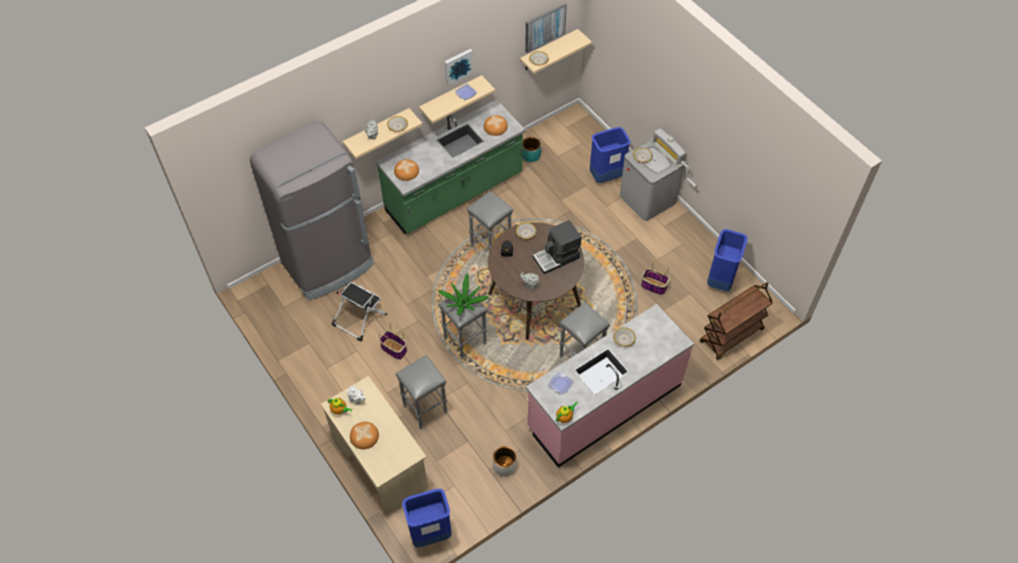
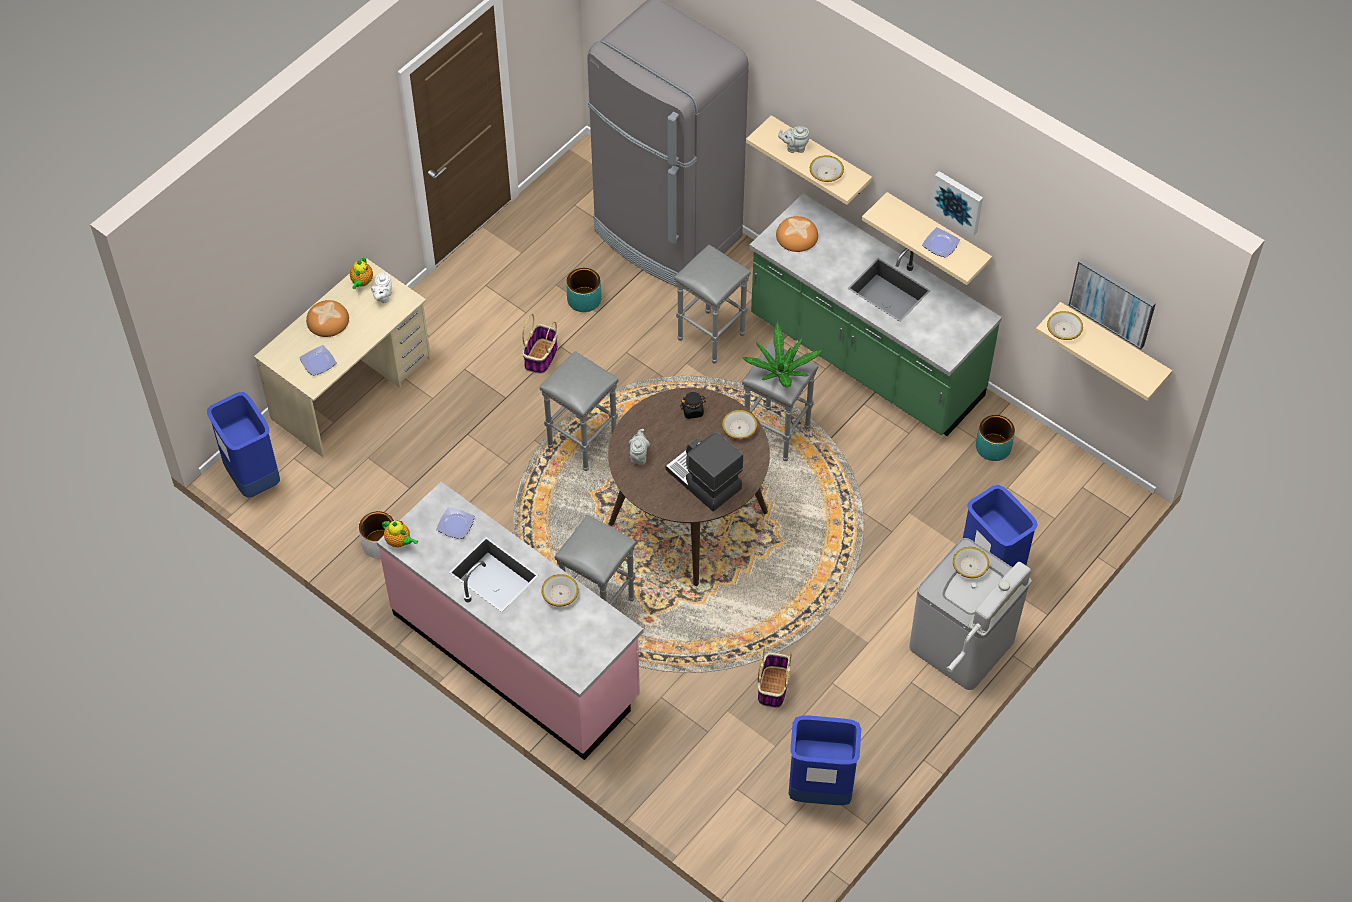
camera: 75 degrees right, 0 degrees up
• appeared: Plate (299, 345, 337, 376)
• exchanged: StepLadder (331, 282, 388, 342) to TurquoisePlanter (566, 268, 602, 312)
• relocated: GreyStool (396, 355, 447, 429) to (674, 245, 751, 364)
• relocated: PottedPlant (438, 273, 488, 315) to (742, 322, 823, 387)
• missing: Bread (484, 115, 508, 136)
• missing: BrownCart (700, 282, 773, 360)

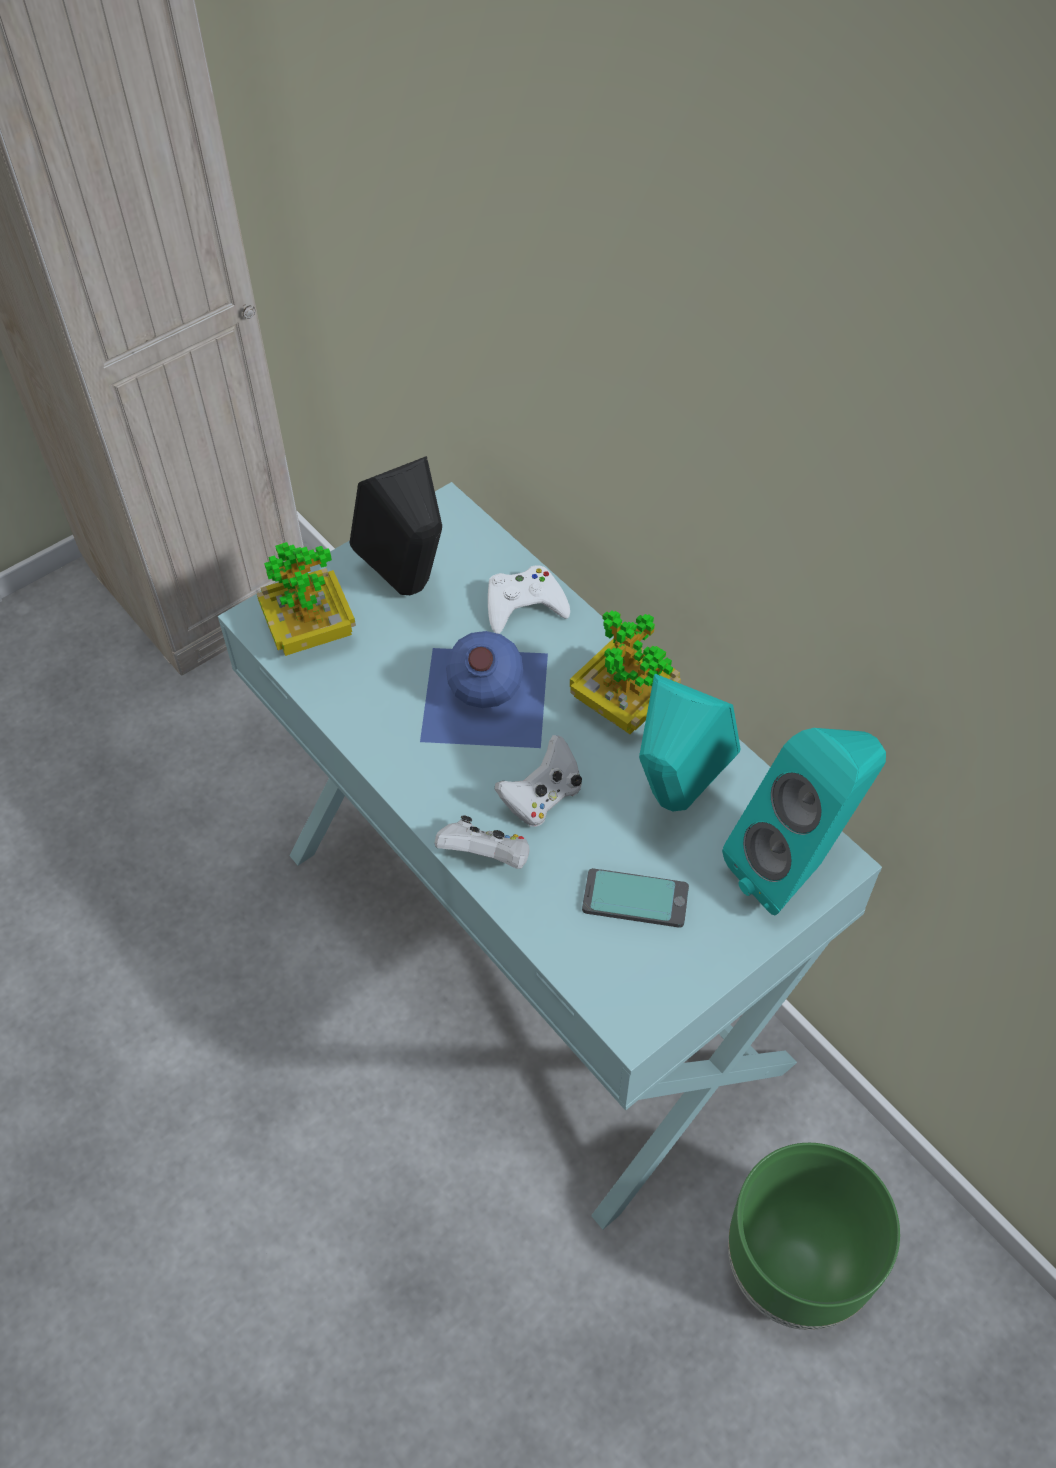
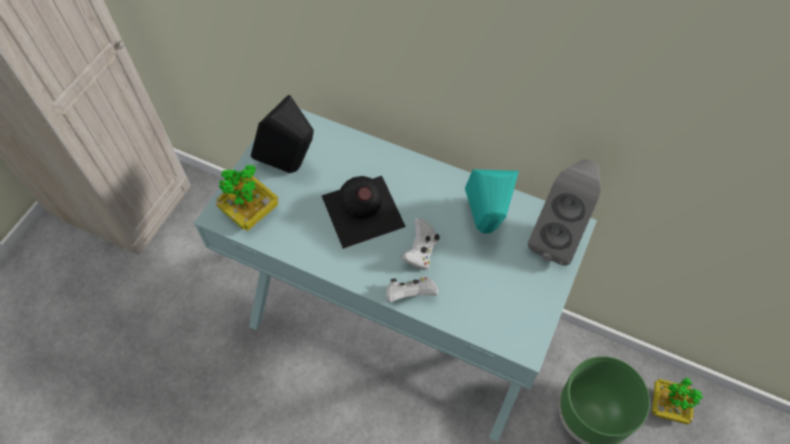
camera: 25 degrees left, 5 degrees up
• colour: BlueBottle (420, 631, 548, 748) to BlackBottle (322, 176, 406, 249)
• colour: TurquoiseSpeaker (722, 728, 886, 915) to GreySpeaker (528, 160, 600, 266)
• relocated: PottedPlant (570, 611, 681, 734) to (652, 377, 703, 425)
• missing: WhiteGameController (488, 565, 570, 634)
• missing: Phone (582, 868, 689, 928)

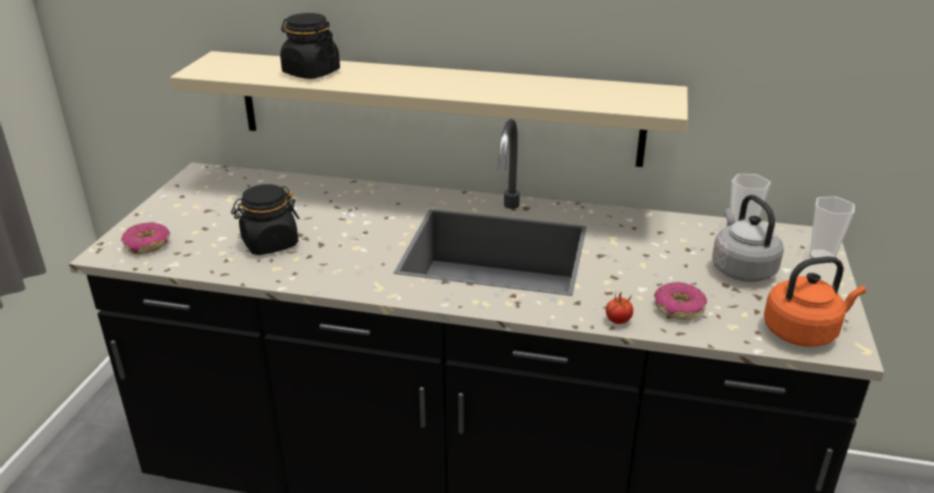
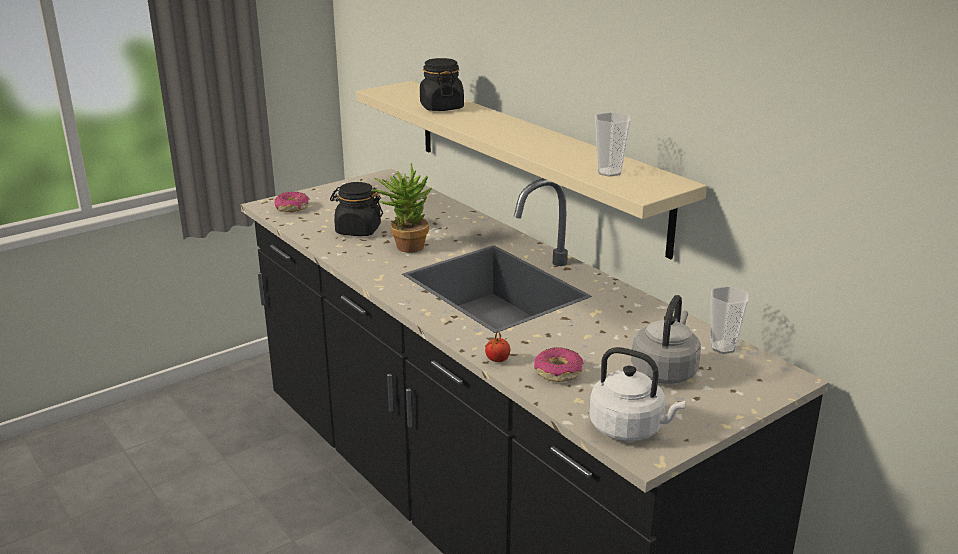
camera: 40 degrees right, 5 degrees down
• appeared: PottedPlant (371, 163, 432, 253)
• colour: OrangeKettle (764, 256, 866, 347) to WhiteKettle (589, 347, 685, 441)
• relocated: Cup (809, 196, 855, 258) to (595, 112, 631, 177)

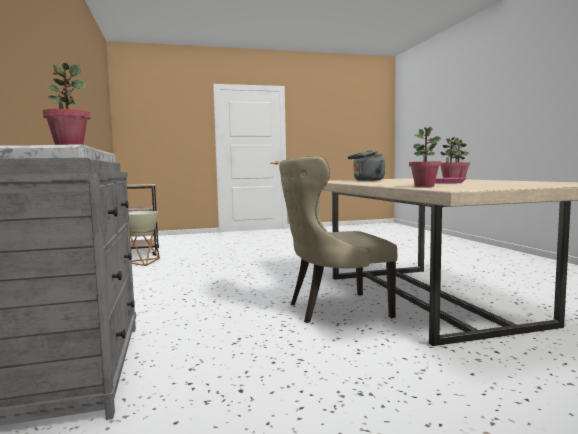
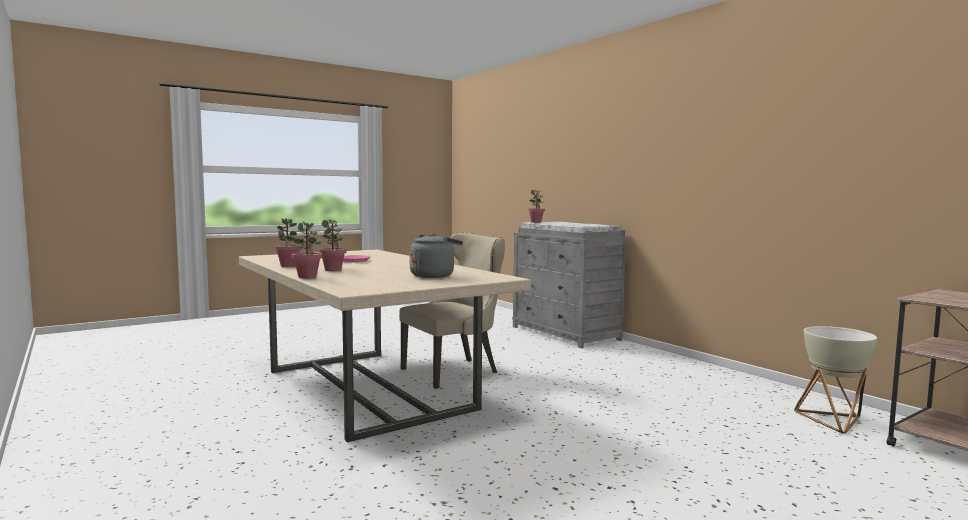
camera: 160 degrees right, 0 degrees up
• relocated: PottedPlant (409, 127, 441, 187) to (275, 218, 302, 267)

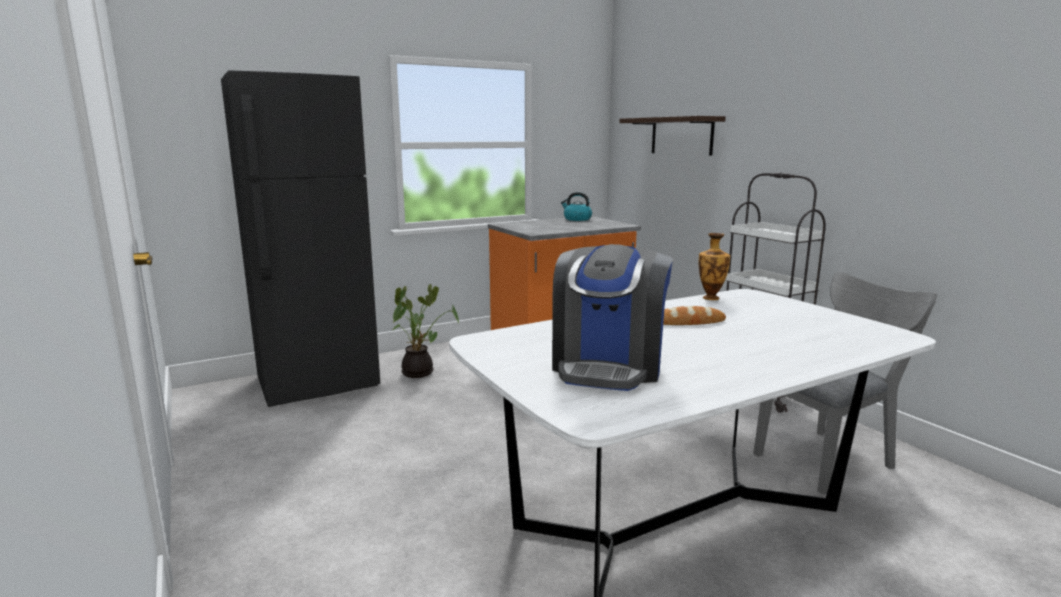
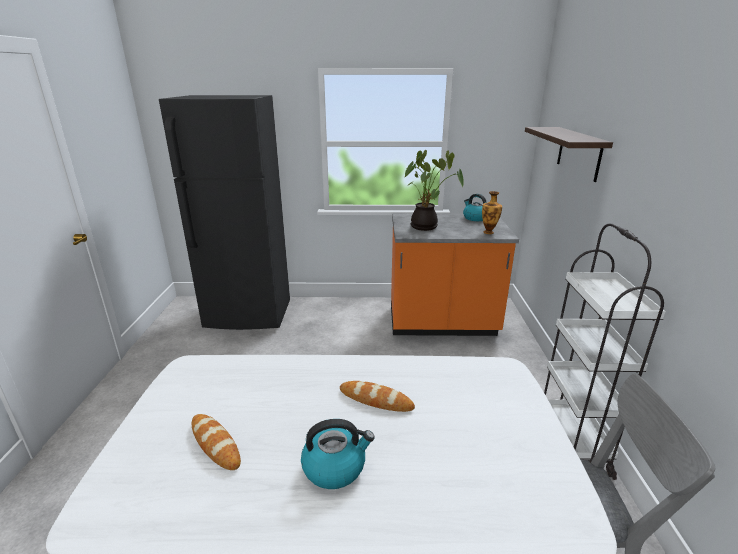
camera: 30 degrees right, 10 degrees up
• exchanged: CoffeeMachine (552, 244, 673, 391) to Bread (192, 414, 241, 470)
• appeared: Kettle (301, 419, 375, 489)
• relocated: PottedPlant (393, 284, 459, 378) to (404, 150, 464, 231)
• relocated: Vase (699, 233, 730, 300) to (482, 191, 502, 234)

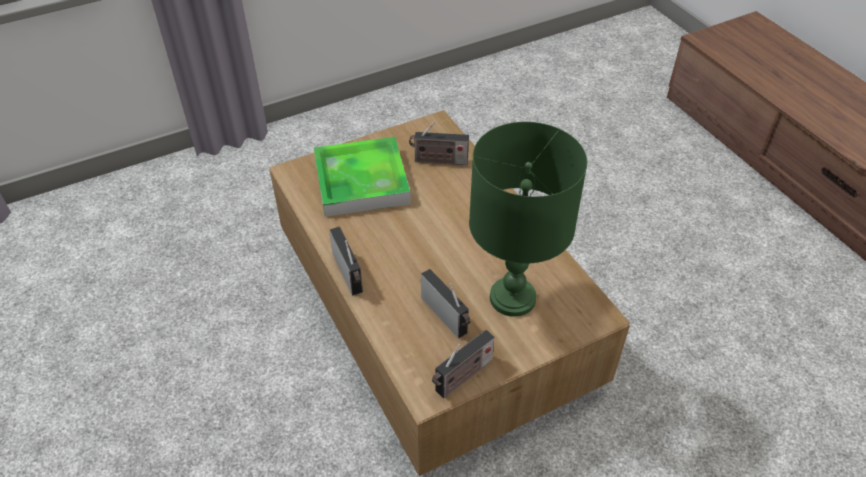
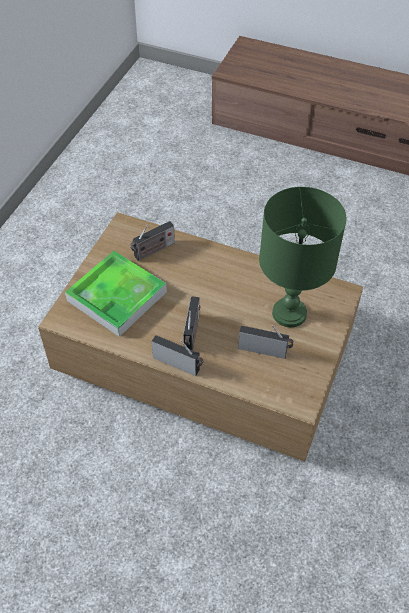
camera: 40 degrees left, 5 degrees up
• relocated: Radio (432, 330, 494, 398) to (183, 296, 200, 350)

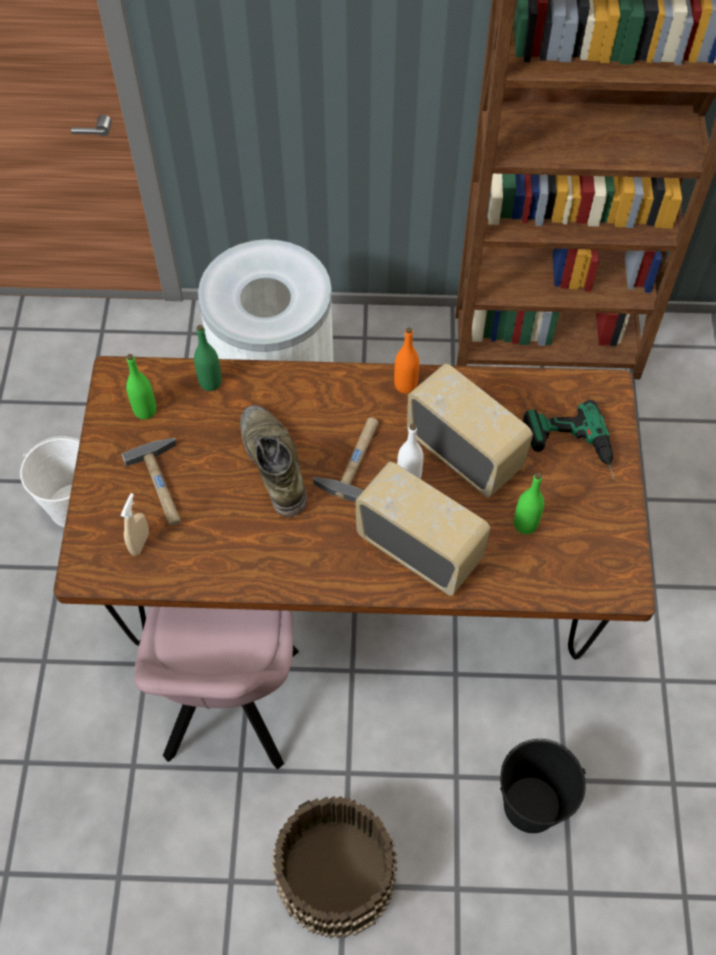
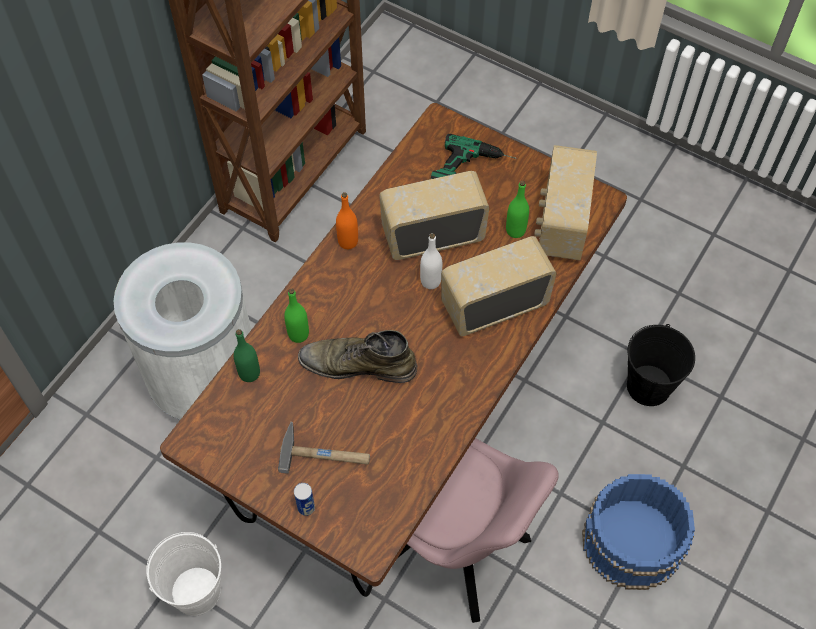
camera: 60 degrees left, 0 degrees up
• relocated: GreenBottle (126, 354, 156, 419) to (284, 289, 309, 343)
• appeared: Can (294, 483, 315, 516)
• appeared: Radio (534, 145, 597, 260)
• colour: BrownBucket (272, 796, 398, 939) to BlueBucket (582, 474, 695, 590)
• missing: BeigeSprayBottle (121, 493, 149, 556)
• missing: Hammer (313, 418, 379, 502)

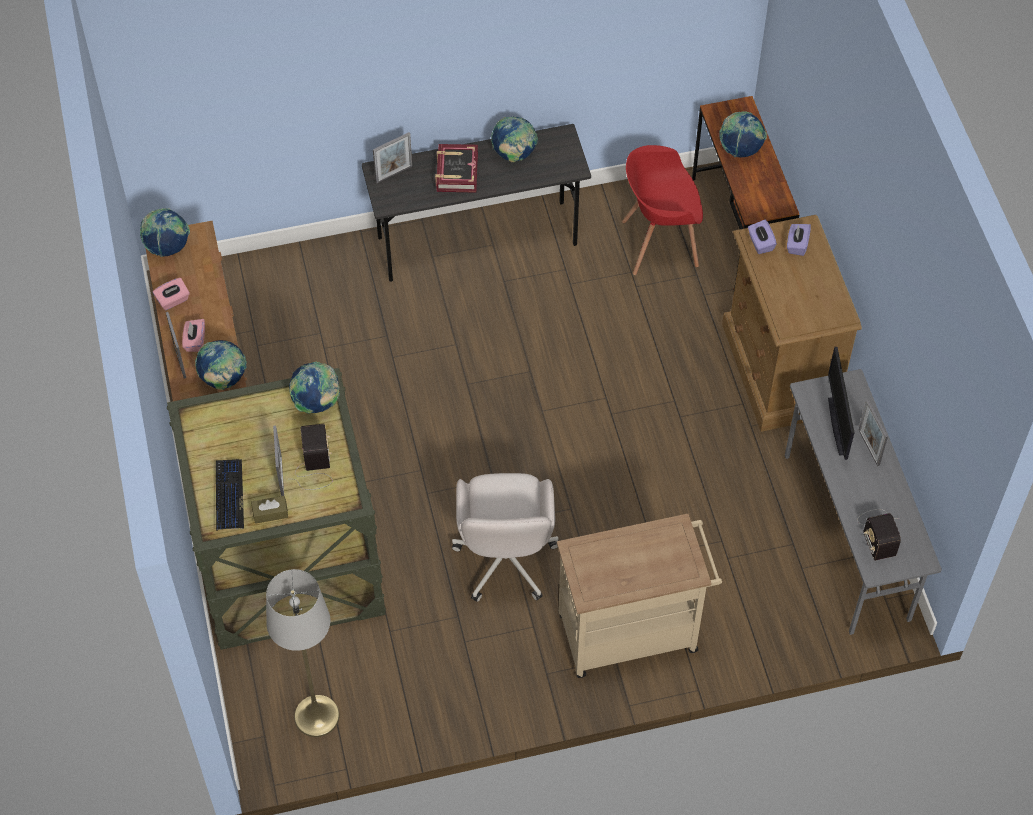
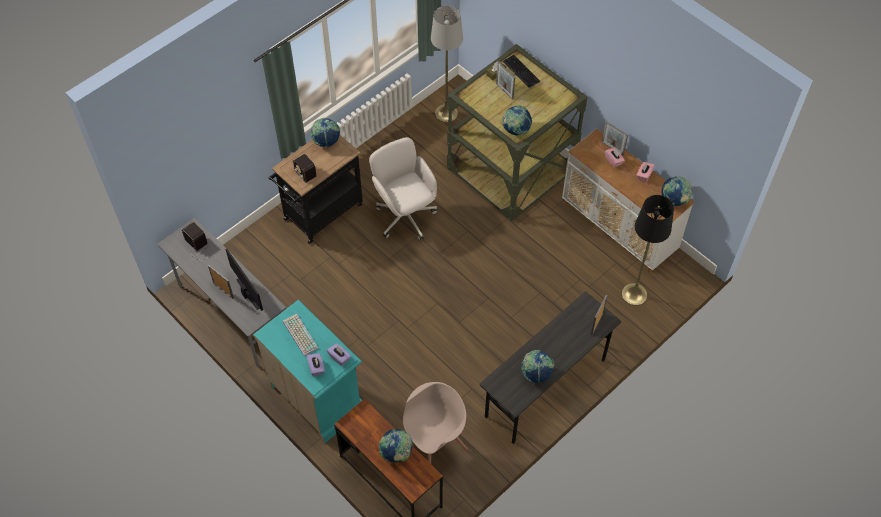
camera: 150 degrees right, 0 degrees up
• colour: BrownDresser (722, 215, 862, 432) to TurquoiseDresser (253, 300, 362, 444)
• colour: BeigeCart (557, 514, 722, 678) to BlackCart (269, 135, 363, 244)
• appeared: Keyboard (283, 314, 319, 356)
• relocated: Radio (294, 424, 333, 490) to (289, 154, 317, 183)
• relocated: Globe (195, 340, 247, 390) to (311, 118, 340, 148)
• colour: RedChair (622, 145, 703, 275) to BeigeChair (403, 382, 468, 464)
• appeared: BlackFloorLamp (621, 195, 674, 306)
• missing: Book (435, 144, 478, 193)

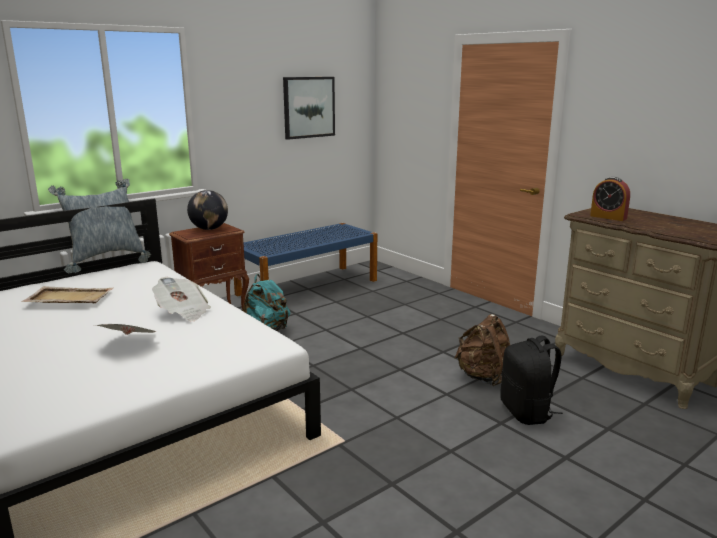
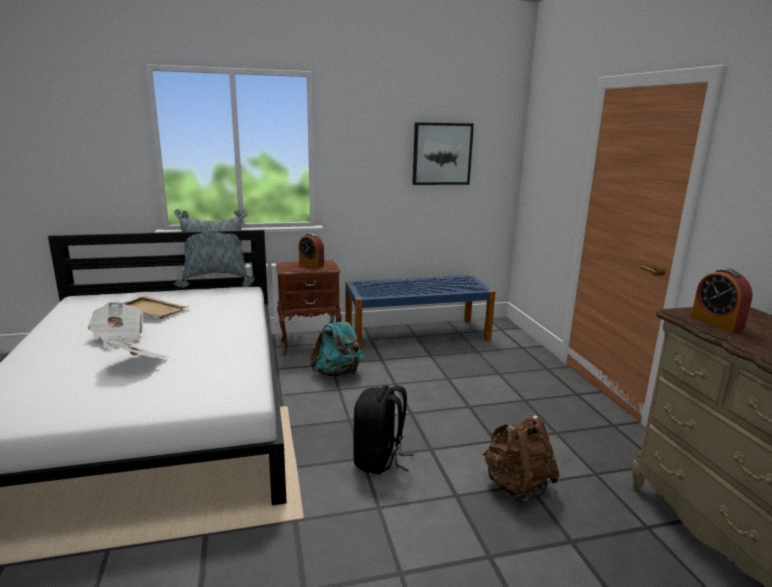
camera: 25 degrees right, 0 degrees up
• relocated: Newspaper (152, 277, 211, 321) to (88, 301, 144, 349)
• exchanged: Globe (187, 190, 228, 230) to AlarmClock (299, 233, 324, 268)
• relocated: BlackBackpack (500, 336, 563, 425) to (353, 385, 414, 474)

